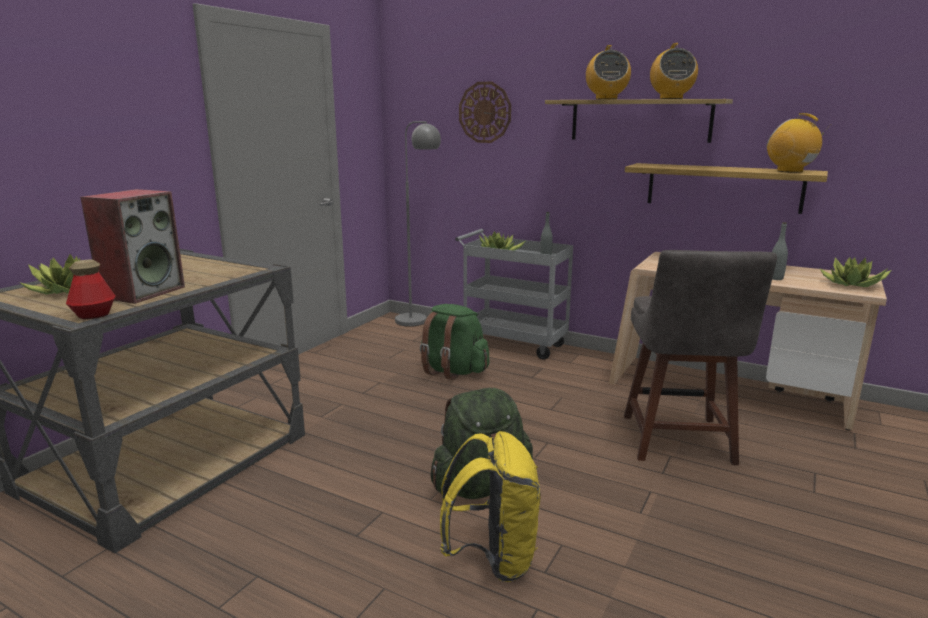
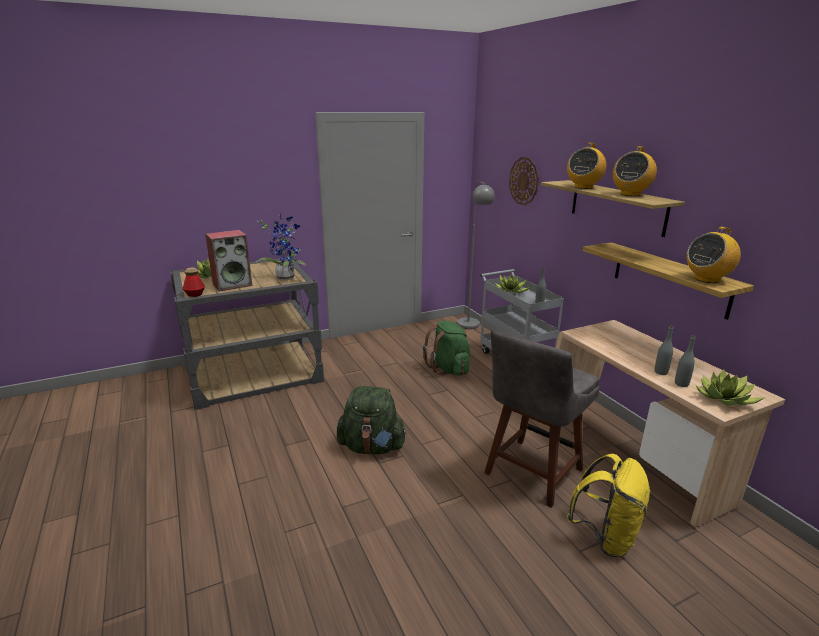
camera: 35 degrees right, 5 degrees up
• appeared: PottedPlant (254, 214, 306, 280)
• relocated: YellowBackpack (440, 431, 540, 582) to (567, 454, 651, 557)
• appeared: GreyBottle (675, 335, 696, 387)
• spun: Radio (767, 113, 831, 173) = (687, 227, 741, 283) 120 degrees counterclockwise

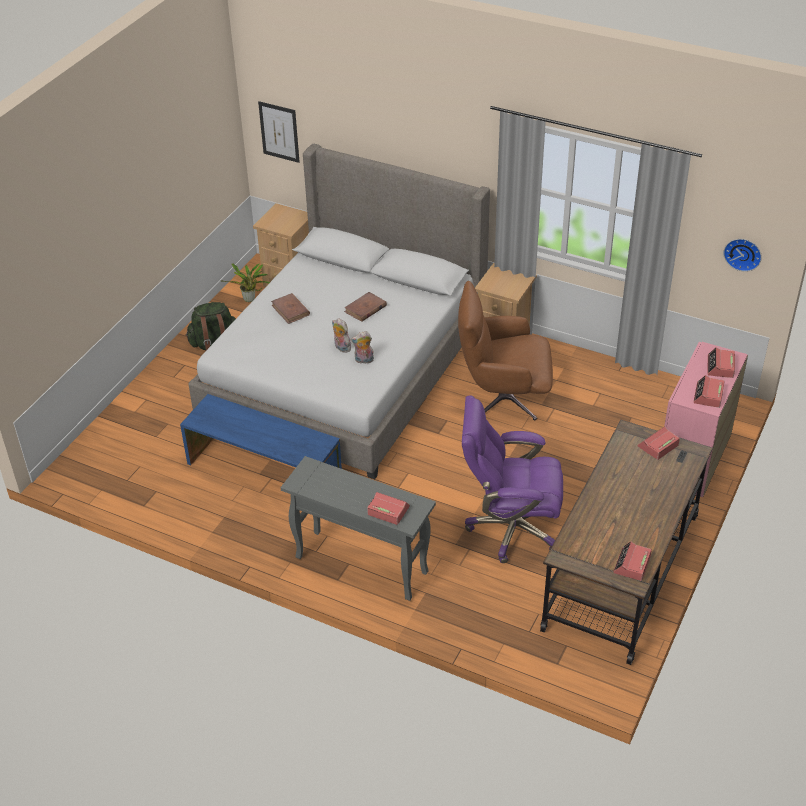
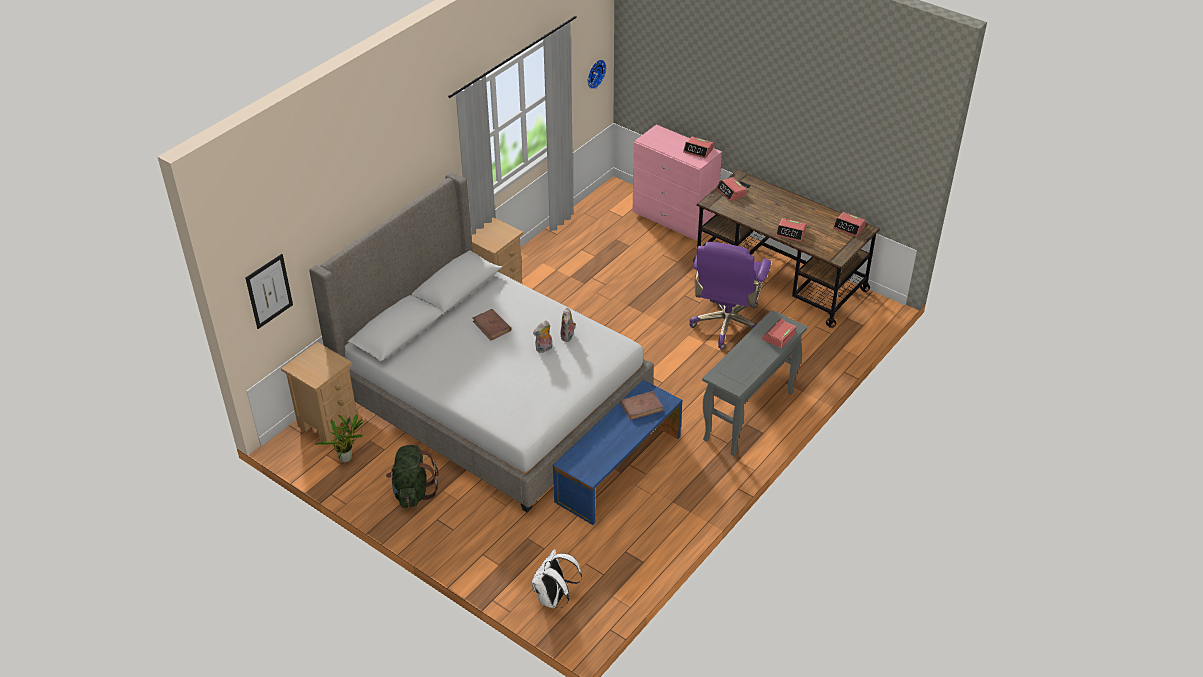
camera: 80 degrees left, 0 degrees up
• appeared: WhiteBackpack (532, 549, 582, 608)
• relocated: BrownBook (271, 293, 310, 324) to (620, 391, 664, 420)
• relocated: AlarmClock (707, 347, 735, 378) to (776, 218, 807, 242)
• missing: BrownArmchair (458, 281, 553, 420)

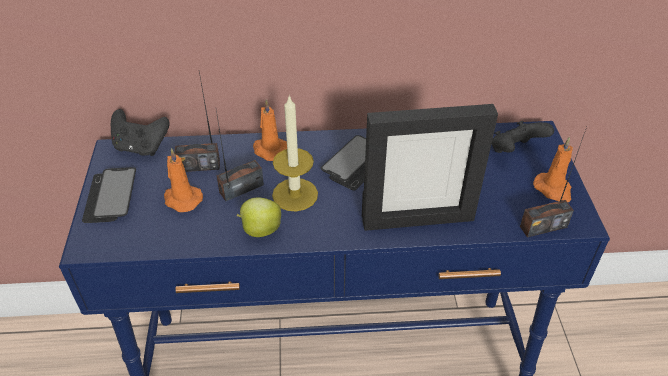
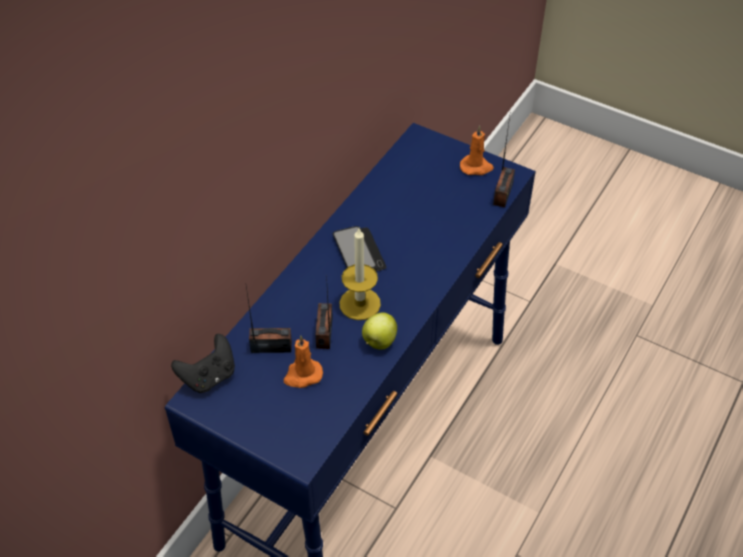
camera: 55 degrees left, 5 degrees up
• spun: Radio (175, 72, 220, 172) = (246, 287, 292, 353) 120 degrees counterclockwise
• missing: Phone (82, 167, 136, 223)
• missing: OrangeCandle (253, 99, 287, 161)
• missing: PictureFrame (362, 104, 498, 231)
• missing: BlackGameController (492, 121, 554, 153)

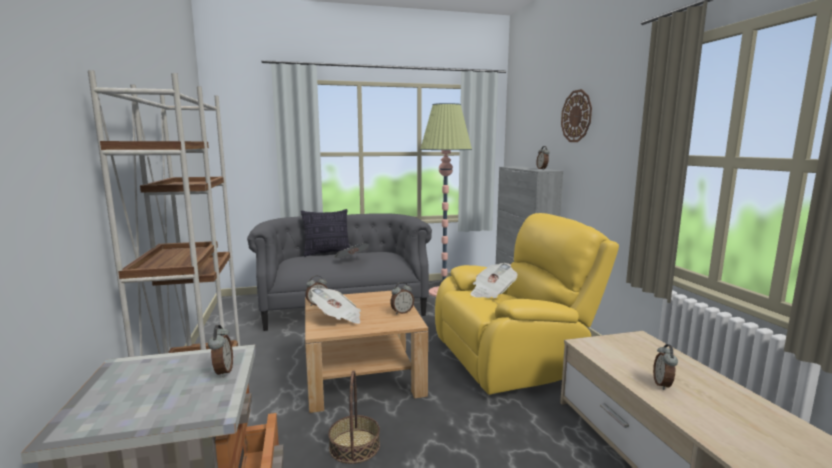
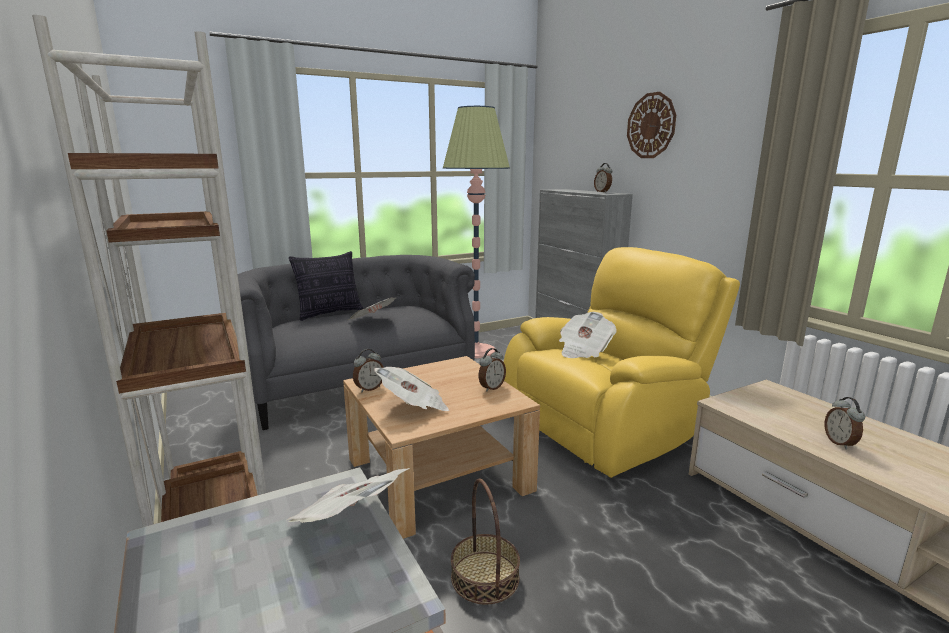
camera: 15 degrees left, 5 degrees up
• exchanged: AlarmClock (208, 325, 233, 378) to Newspaper (287, 468, 410, 523)

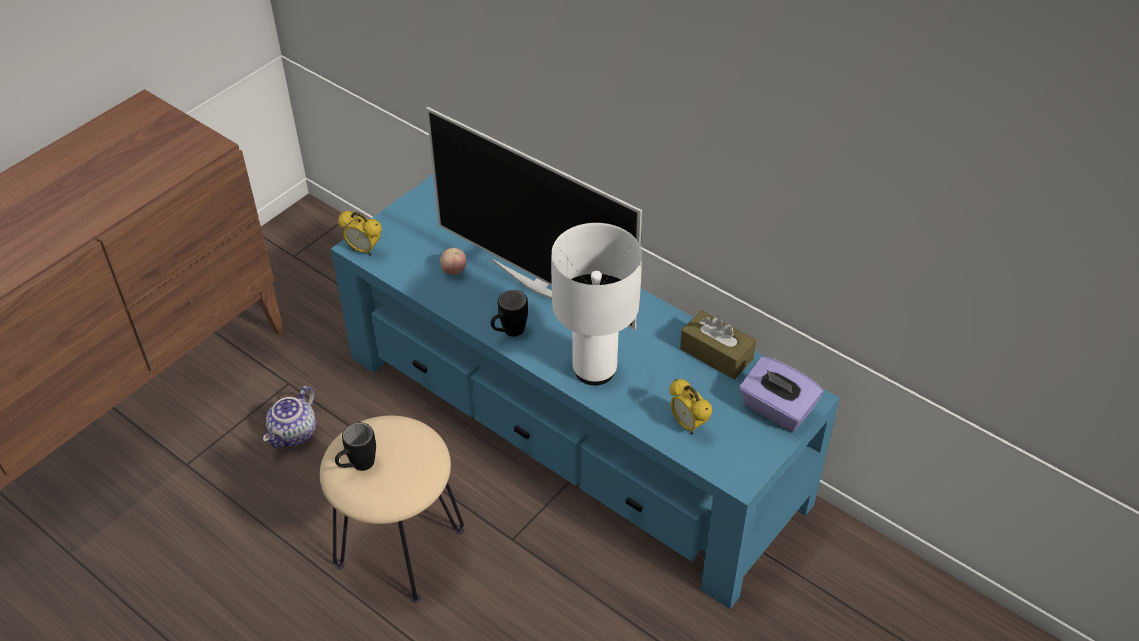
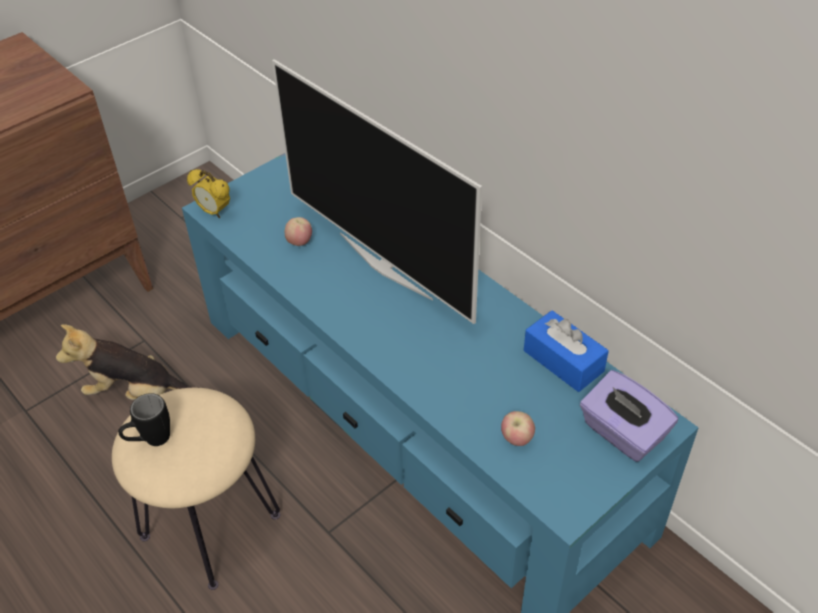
camera: 10 degrees right, 0 degrees up
• exchanged: Teapot (263, 386, 316, 448) to PlushToy (56, 324, 200, 400)
• exchanged: AlarmClock (669, 379, 712, 435) to Apple (501, 411, 535, 446)
• colour: BrownTissueBox (680, 310, 756, 379) to BlueTissueBox (524, 310, 609, 392)
• missing: BlackMug (491, 290, 528, 337)
• missing: WhiteTableLamp (551, 223, 642, 385)

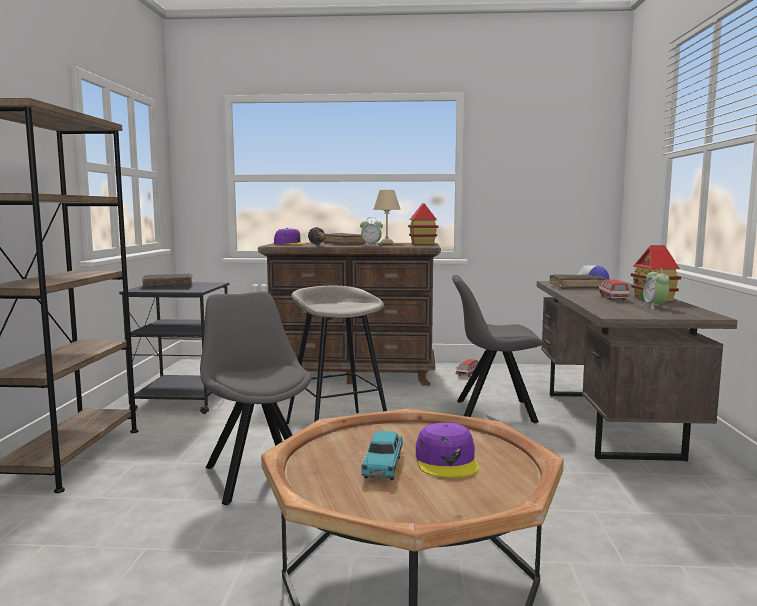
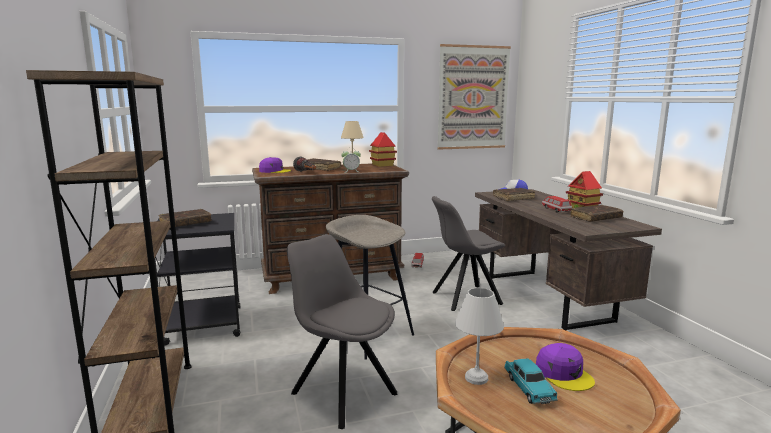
camera: 20 degrees left, 5 degrees up
• appeared: Picture (437, 44, 511, 150)
• appeared: WhiteTableLamp (455, 288, 504, 385)
• exchanged: AlarmClock (643, 268, 670, 309) to BrownBook (570, 205, 623, 222)

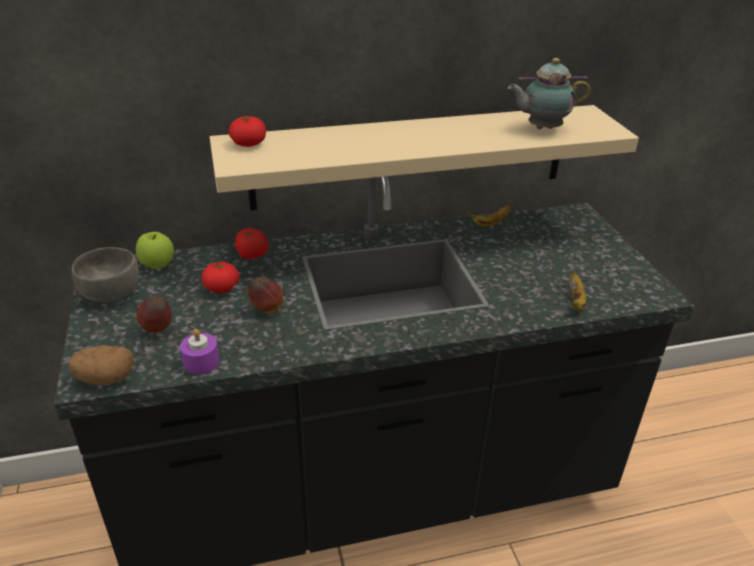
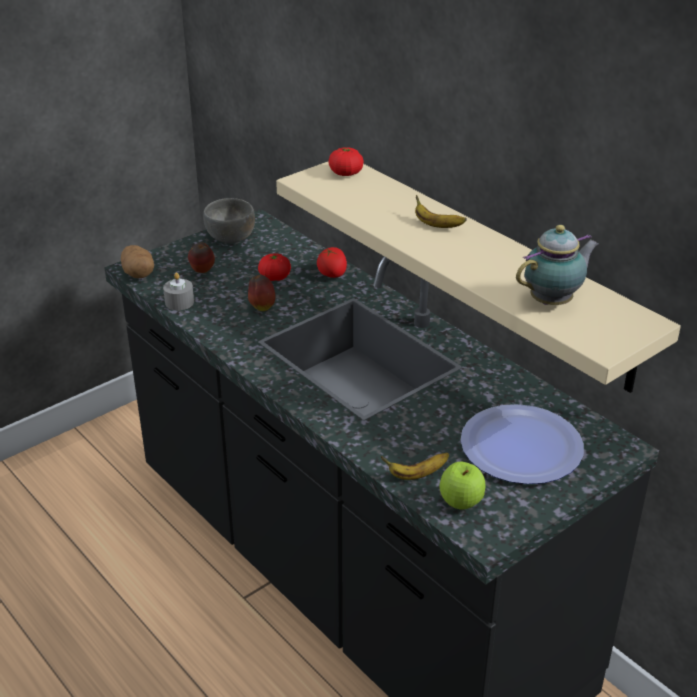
camera: 65 degrees right, 0 degrees up
• colour: PurpleCandle (180, 329, 220, 374) to GreyCandle (163, 273, 194, 310)
• relocated: Banana (466, 205, 511, 227) to (415, 195, 467, 228)
• relocated: Apple (136, 232, 174, 269) to (440, 462, 486, 510)
• appeared: Plate (461, 404, 584, 484)
• spun: Teapot (508, 58, 591, 129) = (516, 225, 599, 305) 90 degrees clockwise

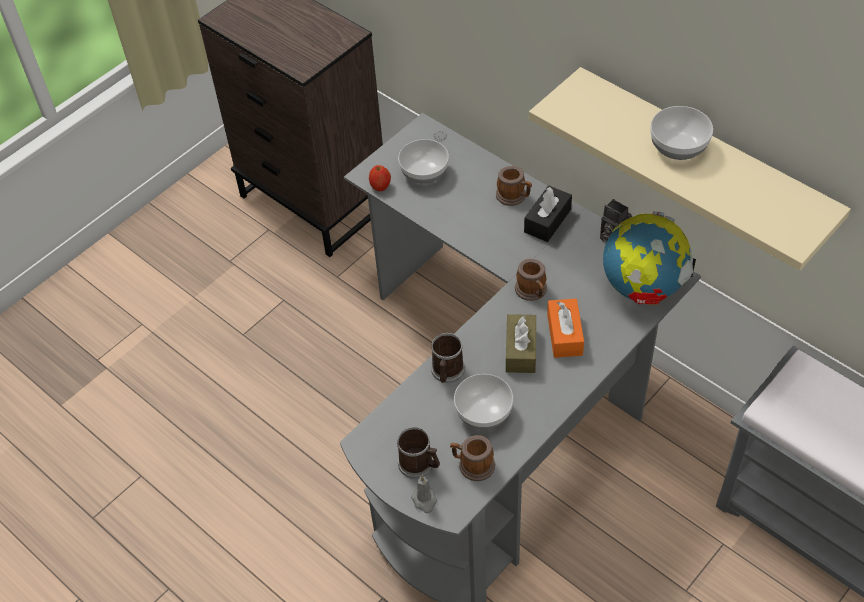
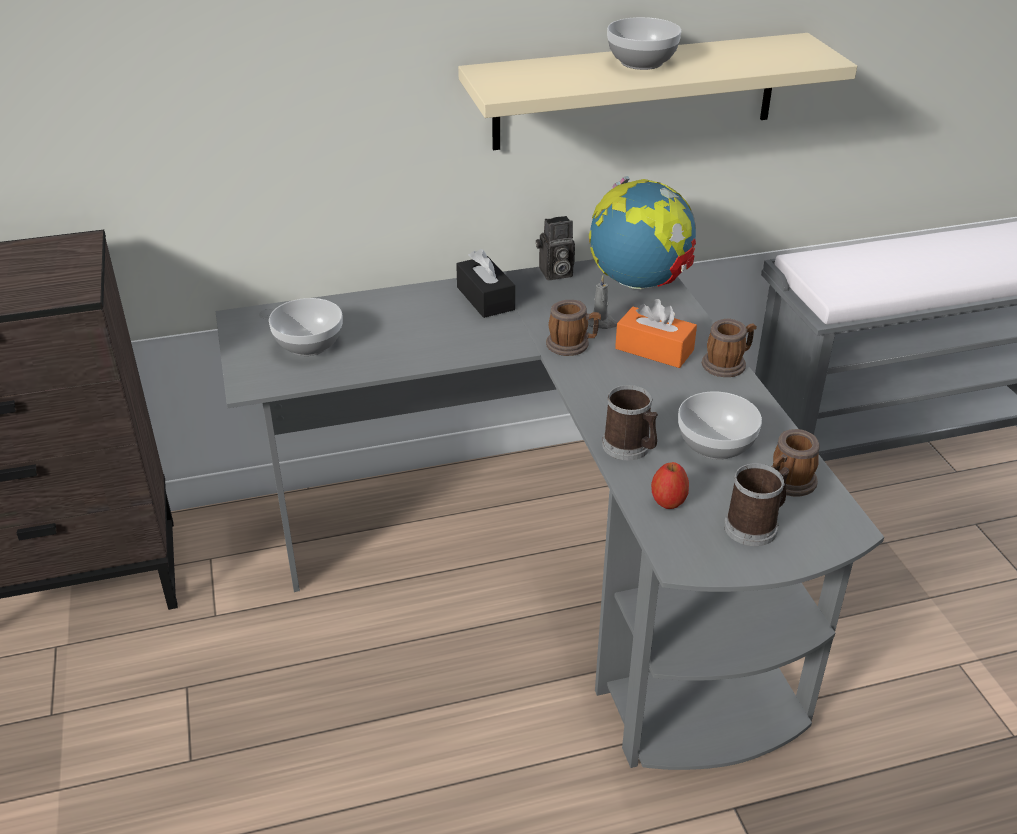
camera: 60 degrees left, 15 degrees down
• relocated: GreyCandle (411, 476, 437, 513) to (588, 275, 617, 329)
• relocated: Apple (369, 165, 391, 191) to (651, 462, 689, 509)
• relocated: Mug (496, 166, 532, 206) to (702, 318, 757, 377)
• missing: BrownTissueBox (506, 314, 536, 373)

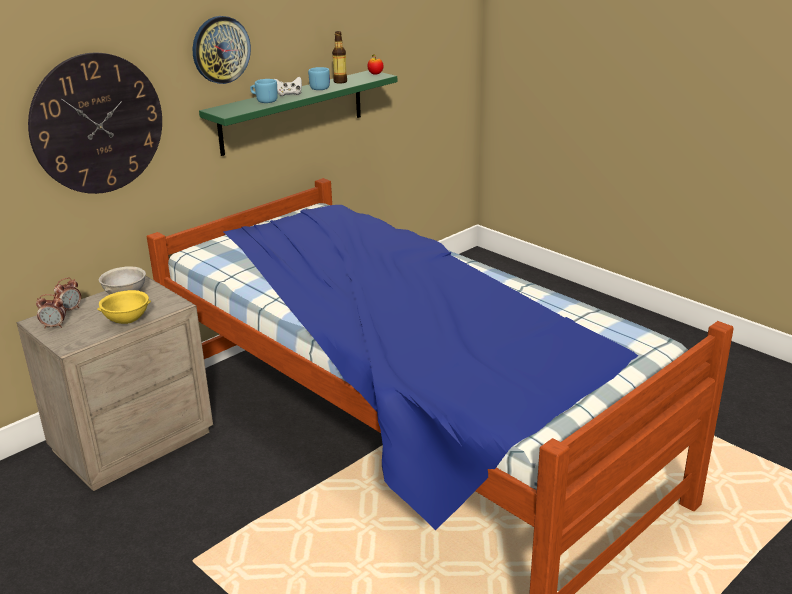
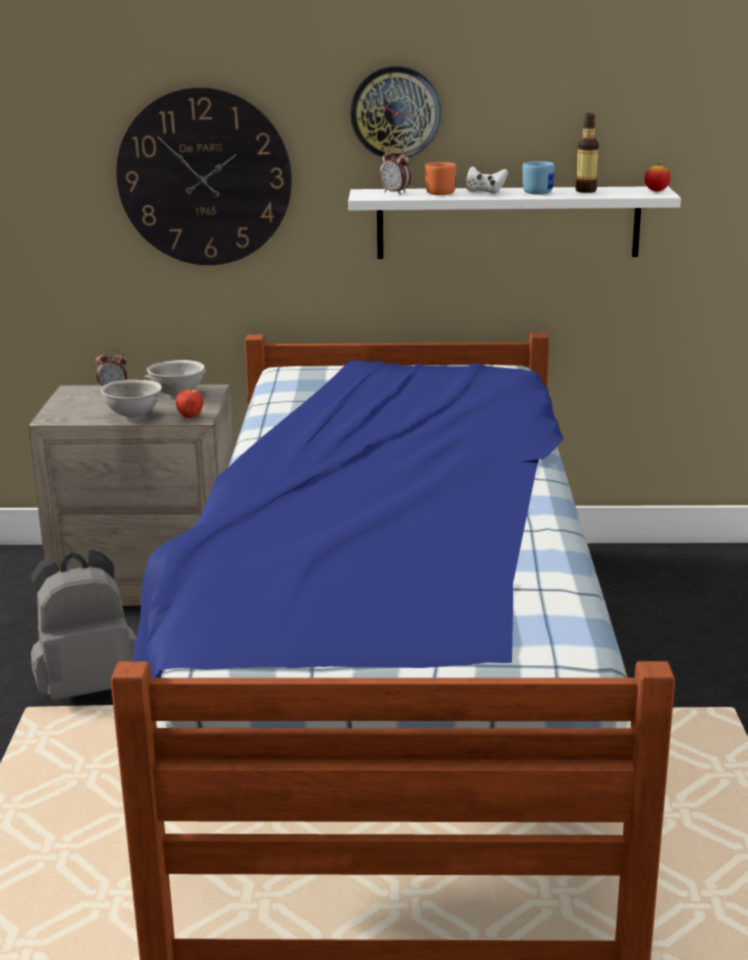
camera: 45 degrees right, 5 degrees down
• appeared: GreyBackpack (31, 550, 136, 701)
• colour: YellowBowl (97, 290, 151, 324) to GreyBowl (101, 380, 162, 417)
• appeared: Apple (176, 388, 203, 418)
• colour: GreenShelf (199, 70, 397, 156) to WhiteShelf (348, 186, 681, 259)
• relocated: AlarmClock (36, 294, 66, 328) to (380, 147, 411, 195)
• colour: BlueMug (250, 79, 278, 103) to OrangeMug (425, 162, 457, 195)

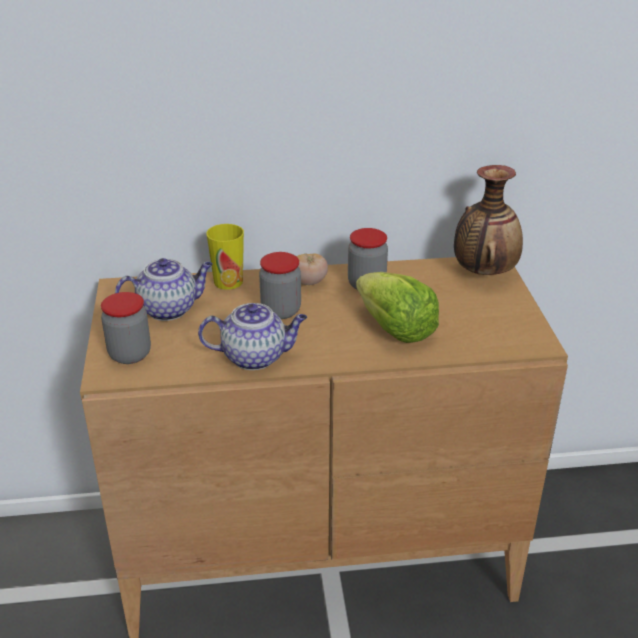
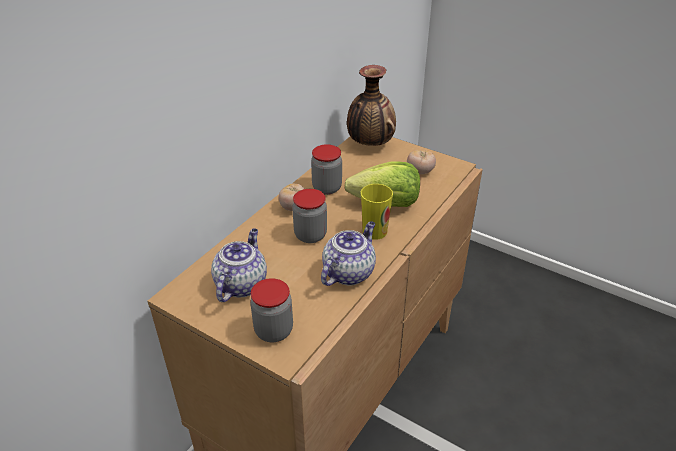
camera: 50 degrees left, 5 degrees up
• relocated: Cup (206, 224, 244, 290) to (361, 184, 393, 240)
• appeared: Tomato (407, 150, 436, 174)

